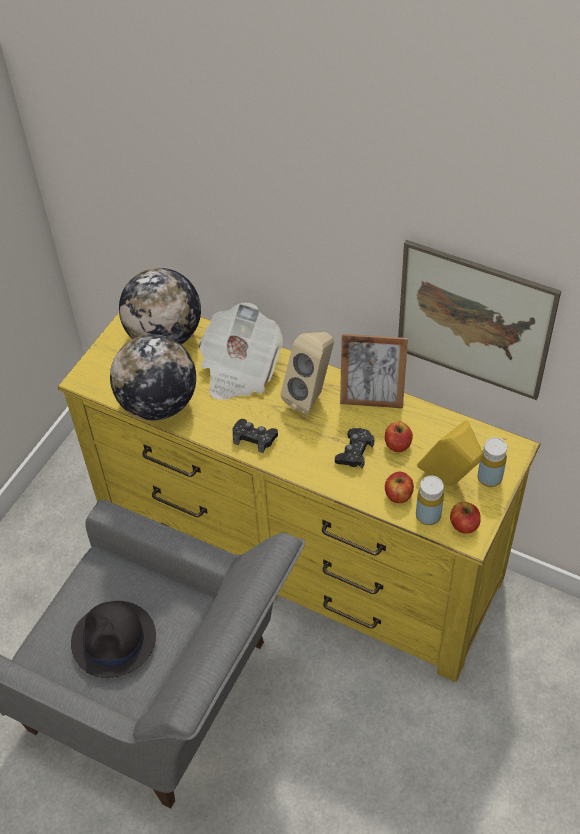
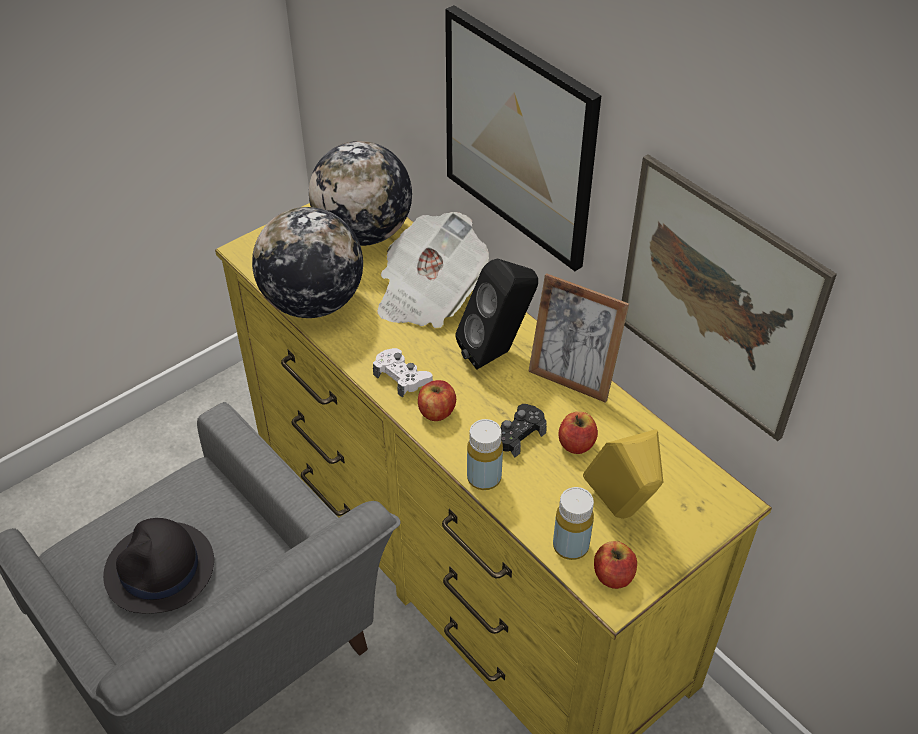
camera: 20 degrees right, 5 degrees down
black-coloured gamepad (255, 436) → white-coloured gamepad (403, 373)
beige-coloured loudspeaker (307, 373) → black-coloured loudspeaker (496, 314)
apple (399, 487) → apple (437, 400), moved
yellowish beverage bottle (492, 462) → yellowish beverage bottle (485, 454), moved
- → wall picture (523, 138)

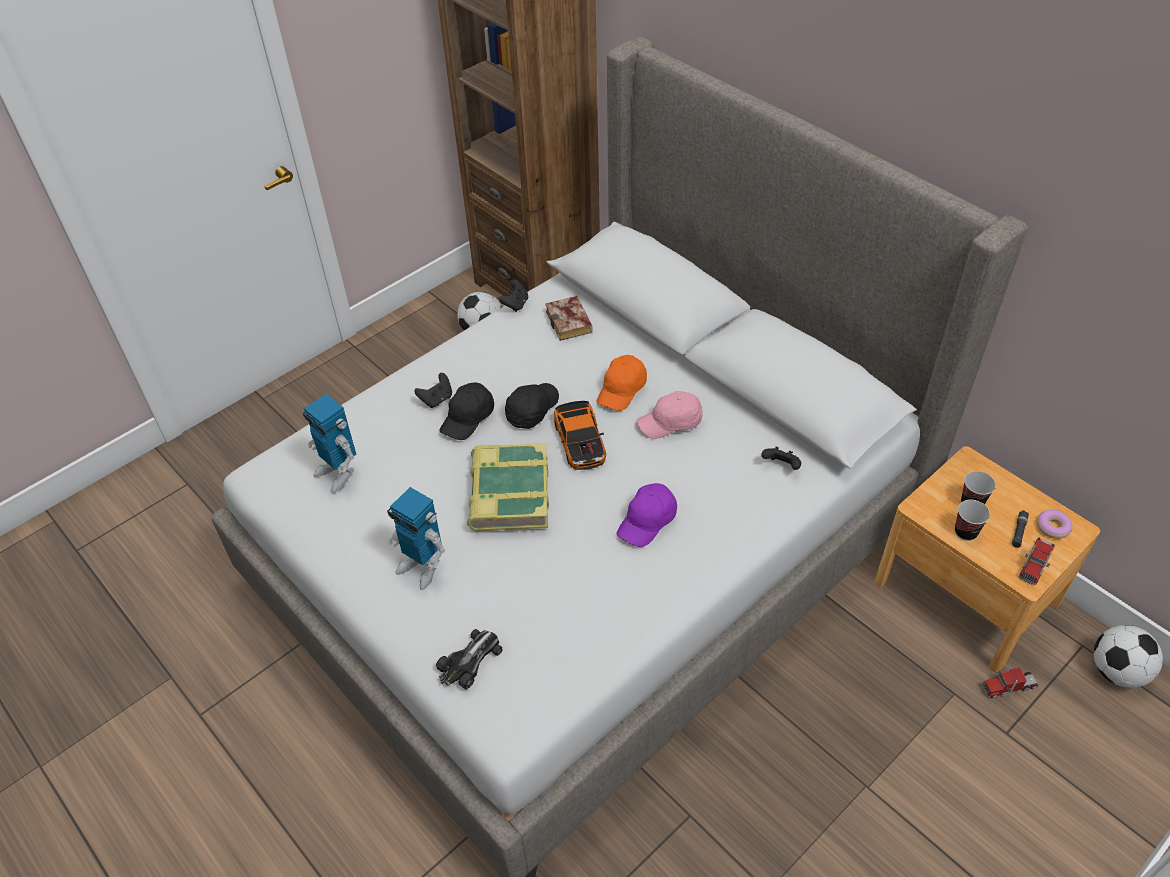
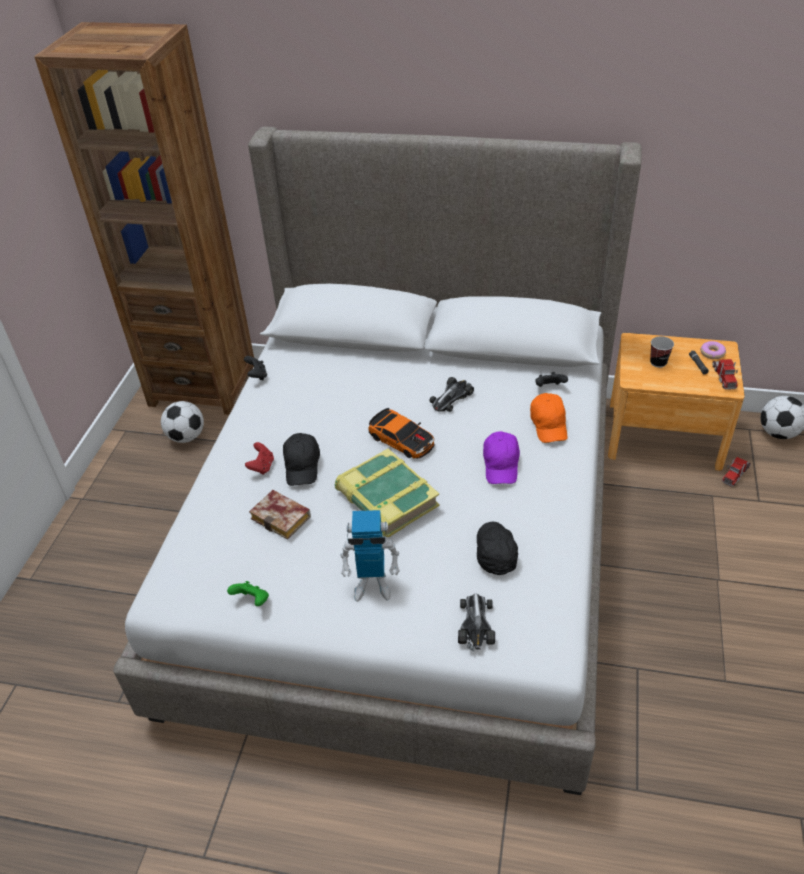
camera: 35 degrees left, 5 degrees down
robot figure (329, 443) → -
black-coloured gamepad (433, 390) → reddish gamepad (259, 458)
black-coloured peaked cap (532, 406) → black-coloured peaked cap (497, 548), moved
bound book (569, 318) → bound book (280, 515), moved
orangey peaked cap (622, 383) → orangey peaked cap (548, 418), moved
pink peaked cap (669, 415) → model car (452, 394)
small cup (972, 520) → -
- → greenish gamepad (248, 593)

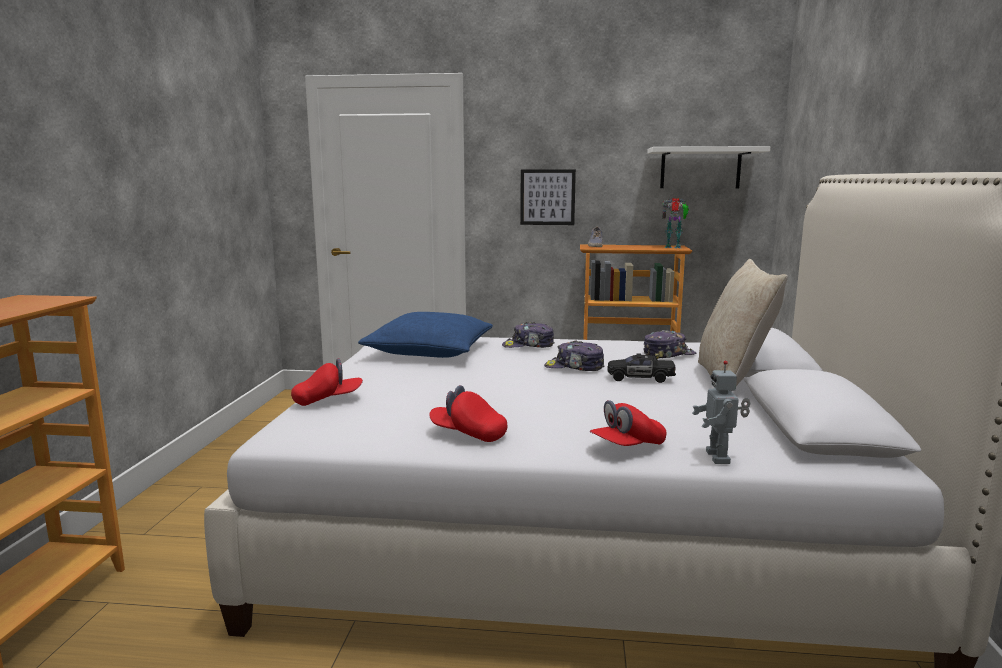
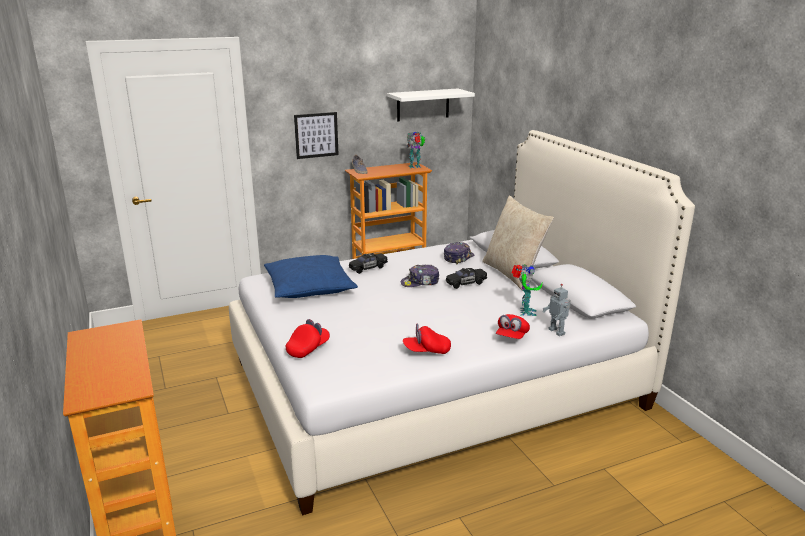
camera: 30 degrees left, 10 degrees up
peaked cap (528, 335) → black-coloured model car (368, 263)
- → robot figure (527, 290)

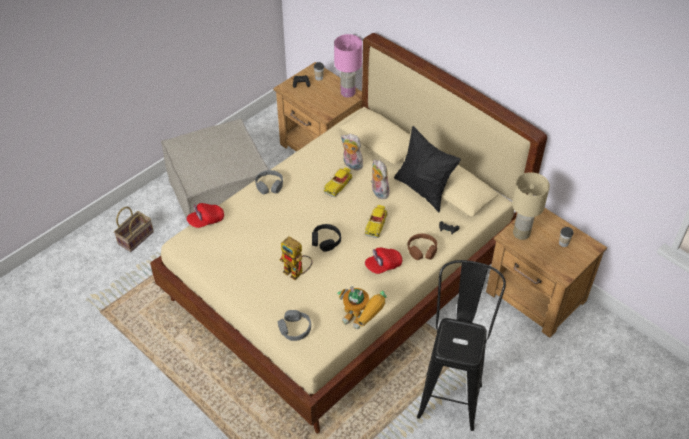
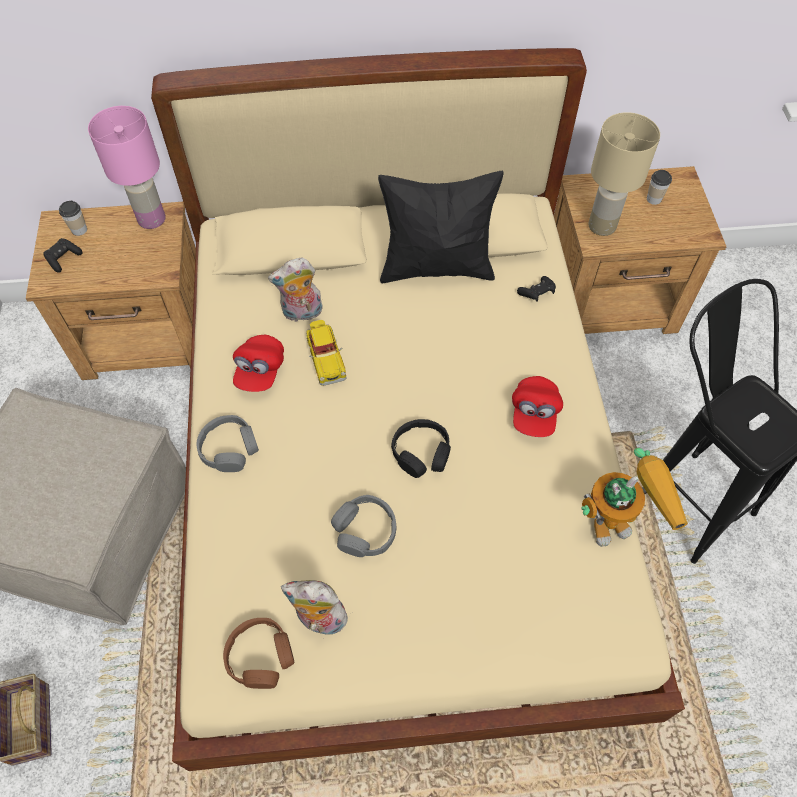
camera: 50 degrees left, 10 degrees up
reddish peaked cap (205, 215) → reddish peaked cap (258, 363), moved
greyish headset (294, 325) → greyish headset (363, 526), moved
robot figure (296, 258) → -
model car (376, 221) → -
soft toy (380, 179) → soft toy (314, 607), moved
brown-coloured headset (422, 247) → brown-coloured headset (259, 653), moved

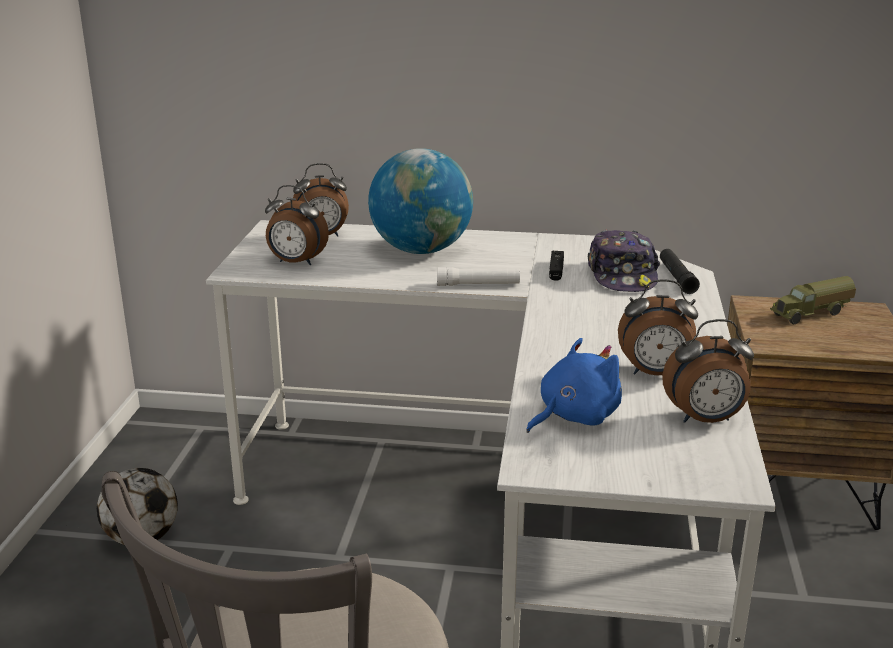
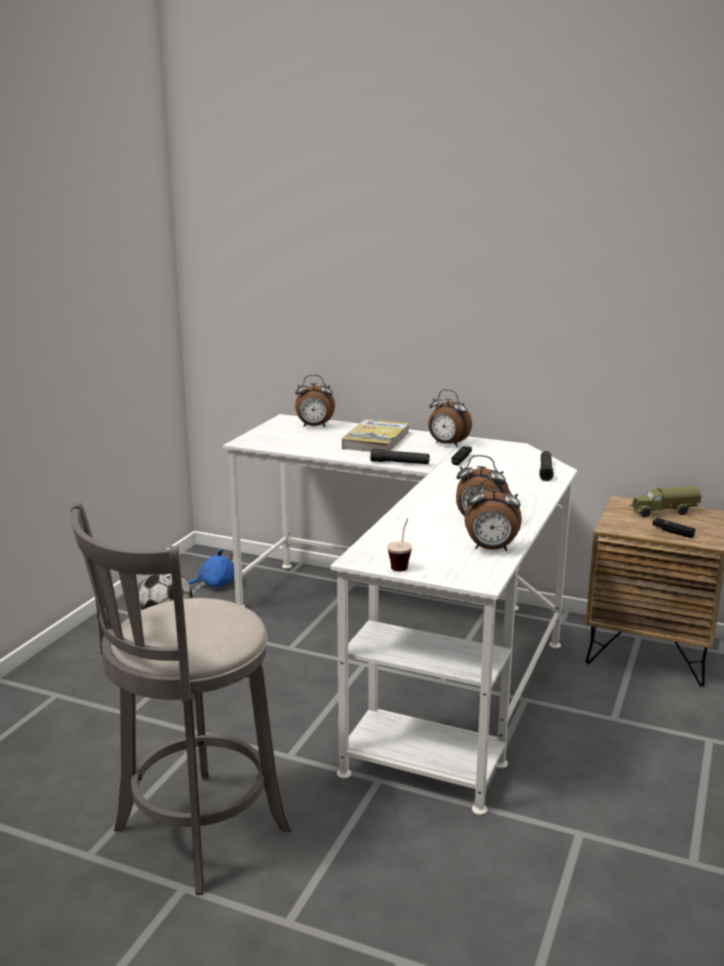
camera: 15 degrees right, 5 degrees down
alarm clock (297, 225) → alarm clock (450, 418), moved
globe (420, 201) → bound book (376, 435)
white-coloured torch (478, 276) → black-coloured torch (400, 456)
blue soft toy (574, 385) → blue soft toy (211, 568), moved
peaked cap (624, 260) → -
- → small cup (399, 544)
- → black-coloured gamepad (673, 528)

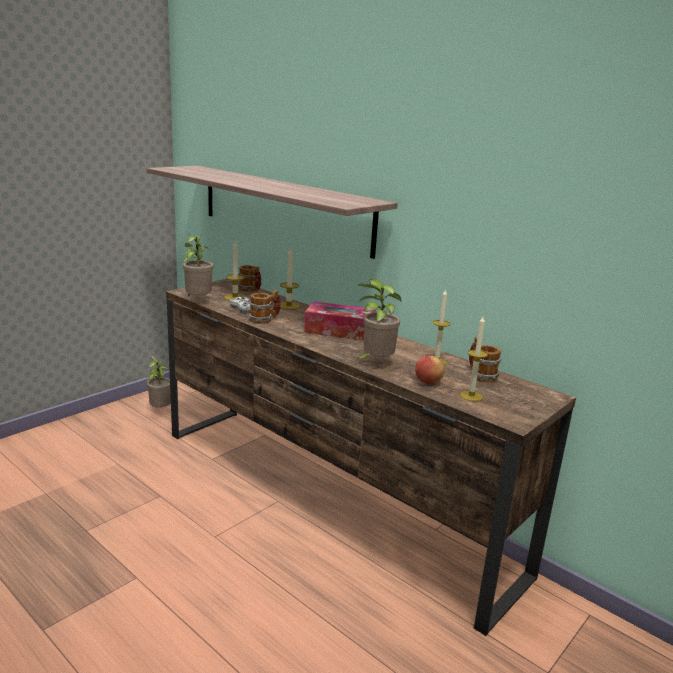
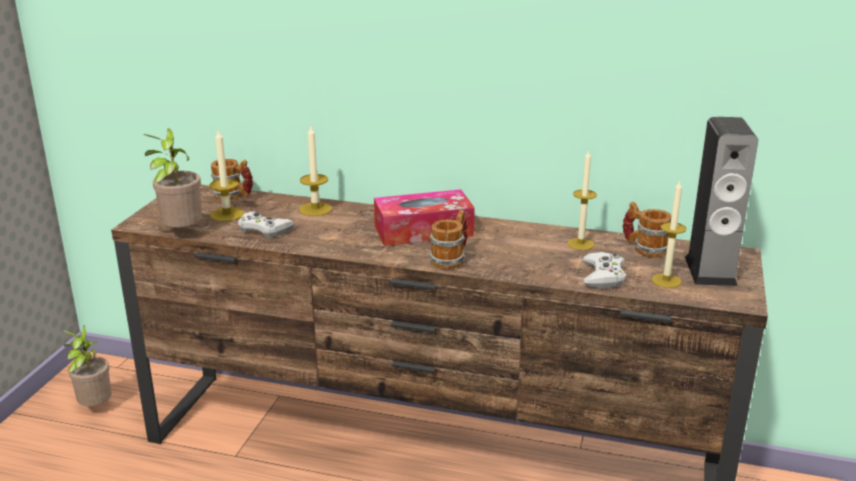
camera: 25 degrees left, 5 degrees up
bracket shelf (272, 212) → -
coffee mug (265, 306) → coffee mug (448, 239), moved
plant in a pot (378, 320) → -
apple (430, 369) → white-coloured gamepad (604, 270)
- → loudspeaker (721, 201)

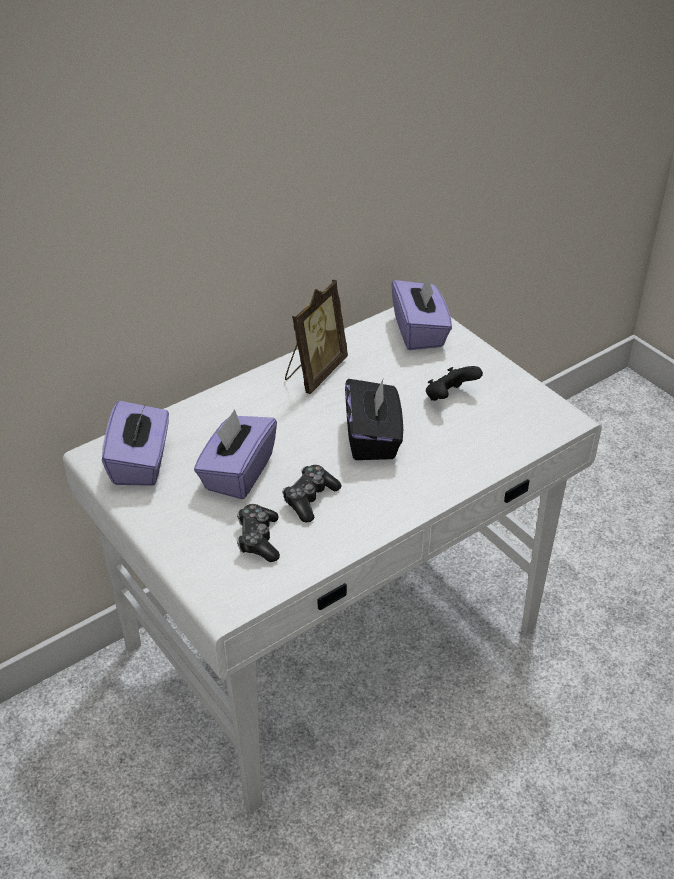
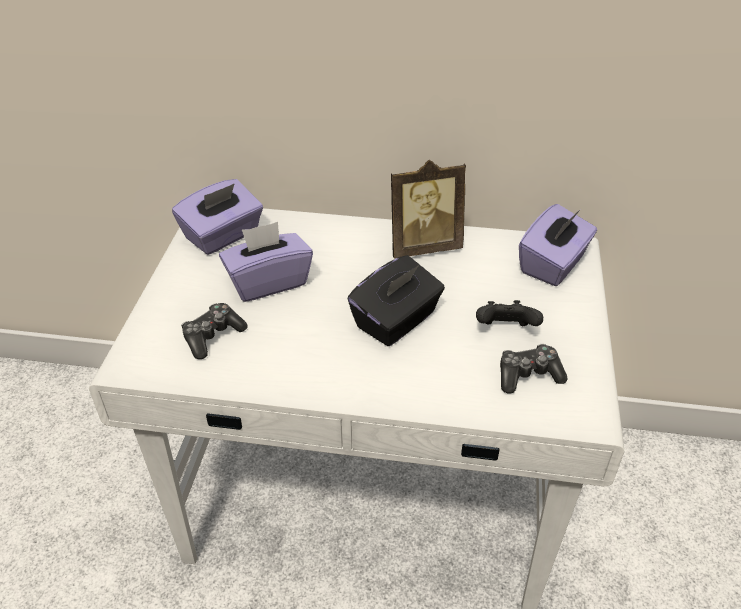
camera: 45 degrees right, 0 degrees up
gamepad (312, 493) → gamepad (533, 369), moved

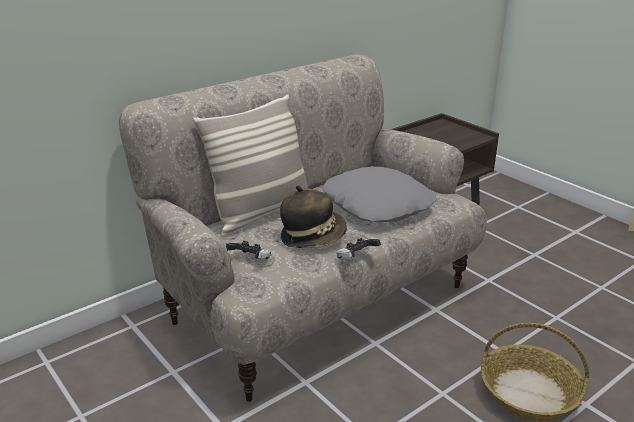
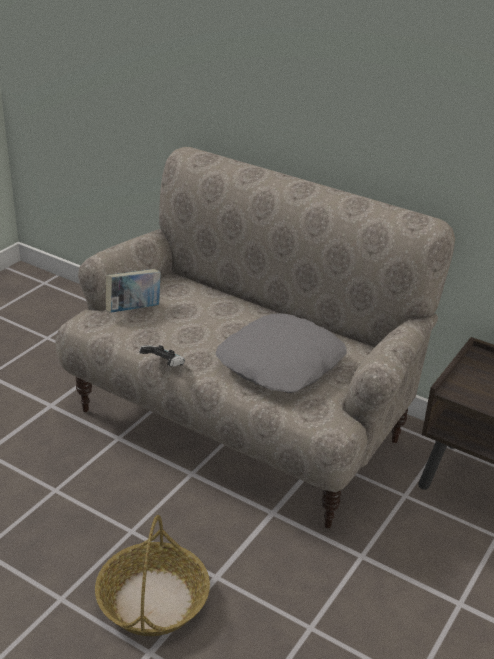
camera: 70 degrees right, 5 degrees up
throw pillow (250, 166) → -
gamepad (248, 250) → bound book (133, 291)
hat (313, 216) → -

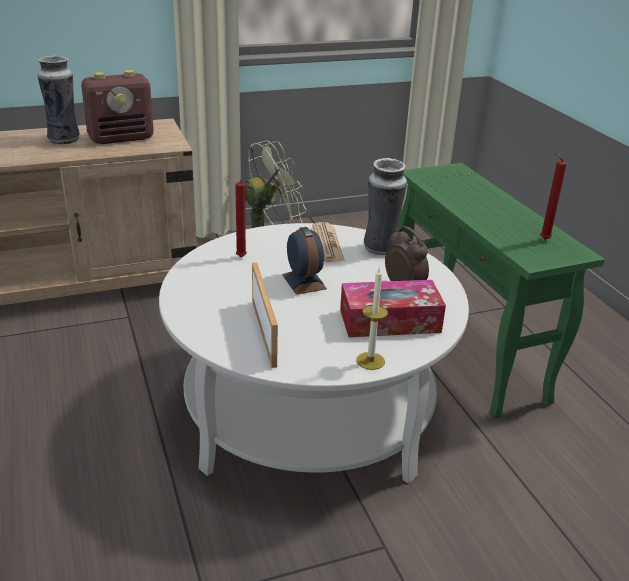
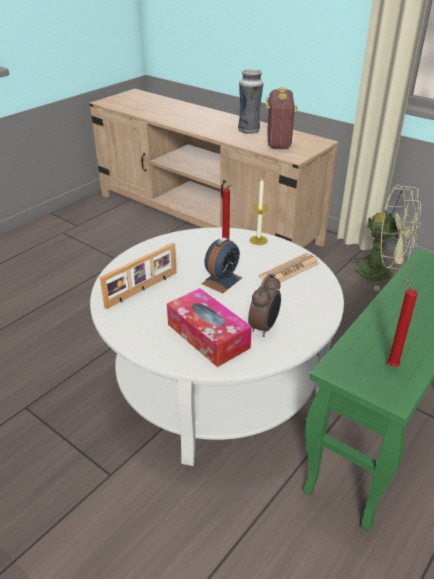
camera: 60 degrees right, 5 degrees up
radio set (117, 107) → radio set (281, 118), 120 degrees counterclockwise
candle (372, 318) → candle (259, 212), moved
flower vase (385, 206) → -

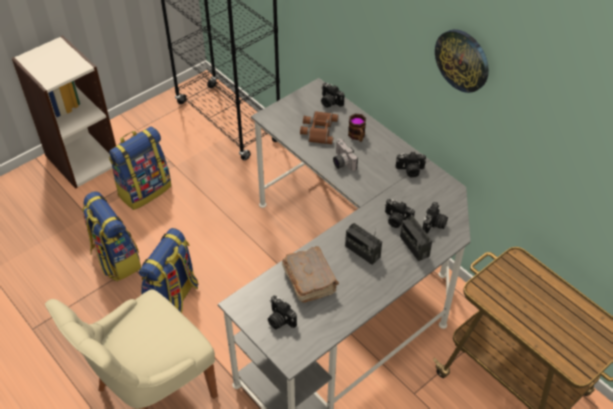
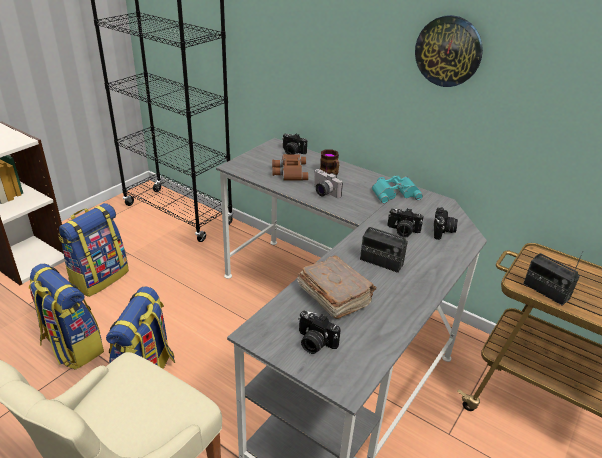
camera: 15 degrees left, 15 degrees down
photo camera (411, 165) → blue-green pair of binoculars (397, 189)
radio set (416, 238) → radio set (553, 278), moved

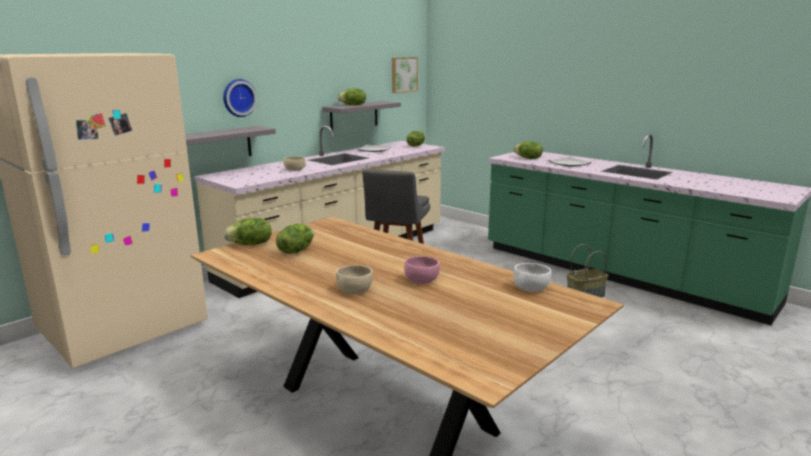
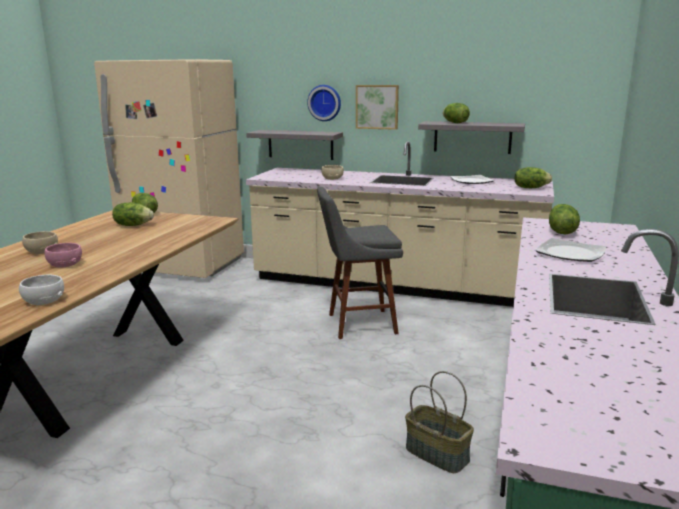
camera: 65 degrees right, 0 degrees up
wall picture (405, 75) → wall picture (377, 107), moved

